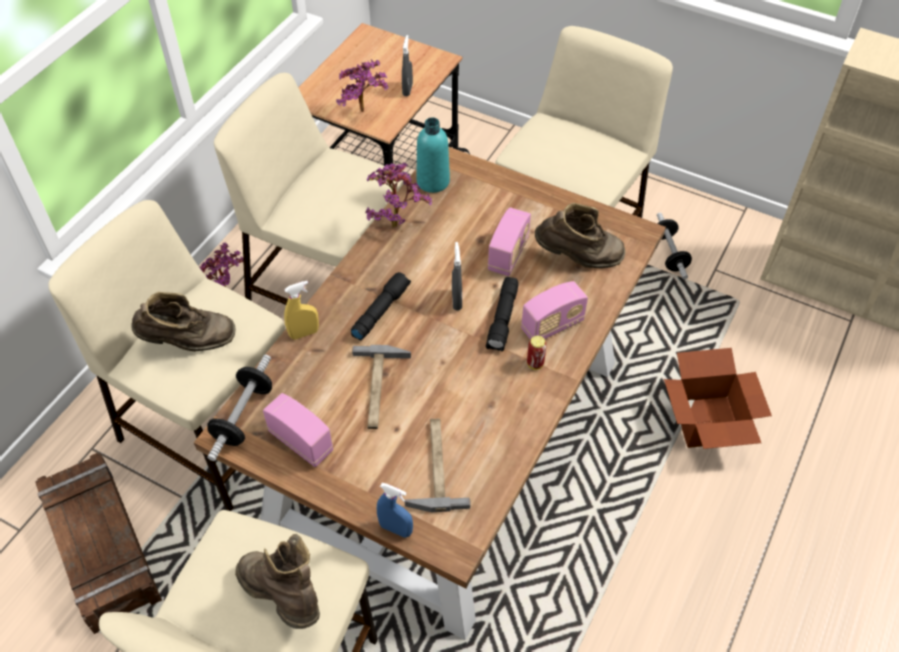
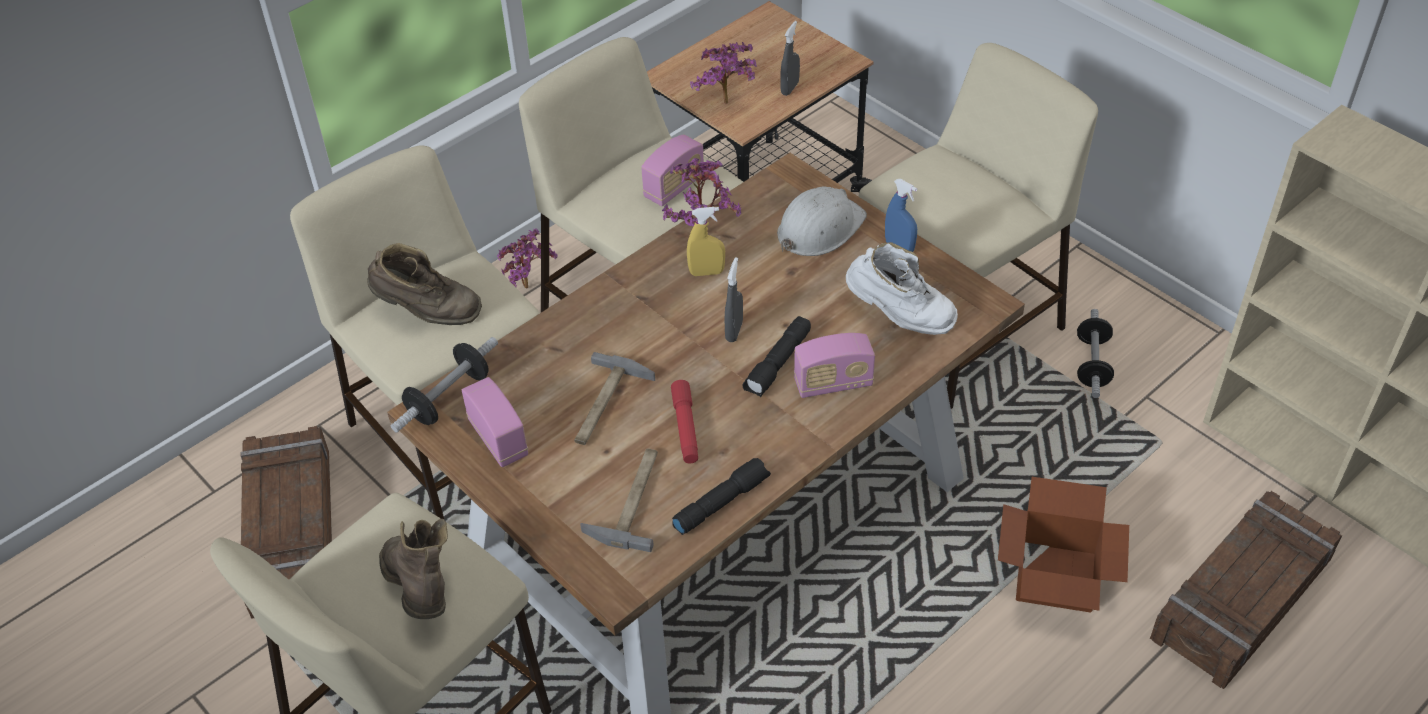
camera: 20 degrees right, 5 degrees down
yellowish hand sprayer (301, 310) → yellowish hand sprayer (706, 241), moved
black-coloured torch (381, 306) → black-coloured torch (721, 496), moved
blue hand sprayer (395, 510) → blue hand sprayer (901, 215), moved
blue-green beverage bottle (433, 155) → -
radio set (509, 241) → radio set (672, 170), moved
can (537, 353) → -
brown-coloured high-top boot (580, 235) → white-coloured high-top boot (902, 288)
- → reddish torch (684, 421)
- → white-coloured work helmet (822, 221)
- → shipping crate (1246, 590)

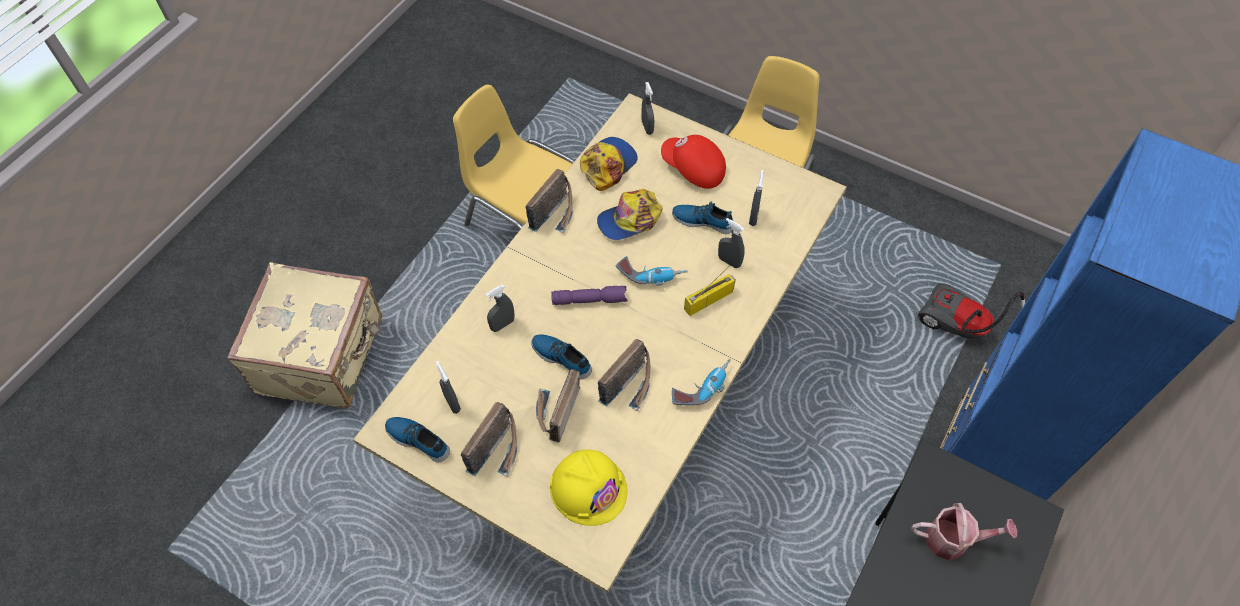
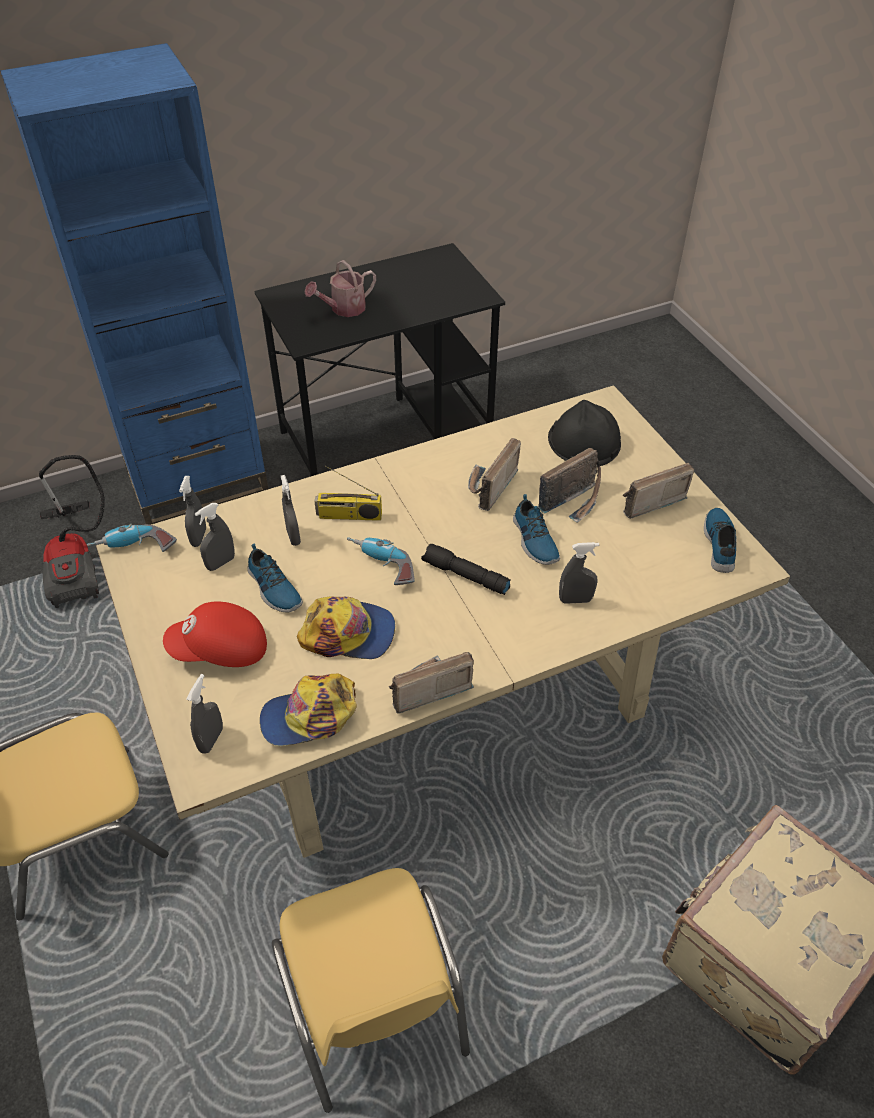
camera: 145 degrees left, 10 degrees down
item of footwear (417, 440) → item of footwear (720, 540), 150 degrees counterclockwise
greyish hand sprayer (448, 387) → greyish hand sprayer (192, 511), moved
yellowish work helmet (588, 487) → black-coloured work helmet (584, 433)
purplish torch (589, 295) → black-coloured torch (466, 569)
radio set (624, 375) → radio set (494, 474), 45 degrees counterclockwise
reddish peaked cap (693, 162) → reddish peaked cap (215, 634), 105 degrees clockwise
drill (701, 382) → drill (132, 538), moved
watering can (964, 531) → watering can (340, 288), 75 degrees counterclockwise

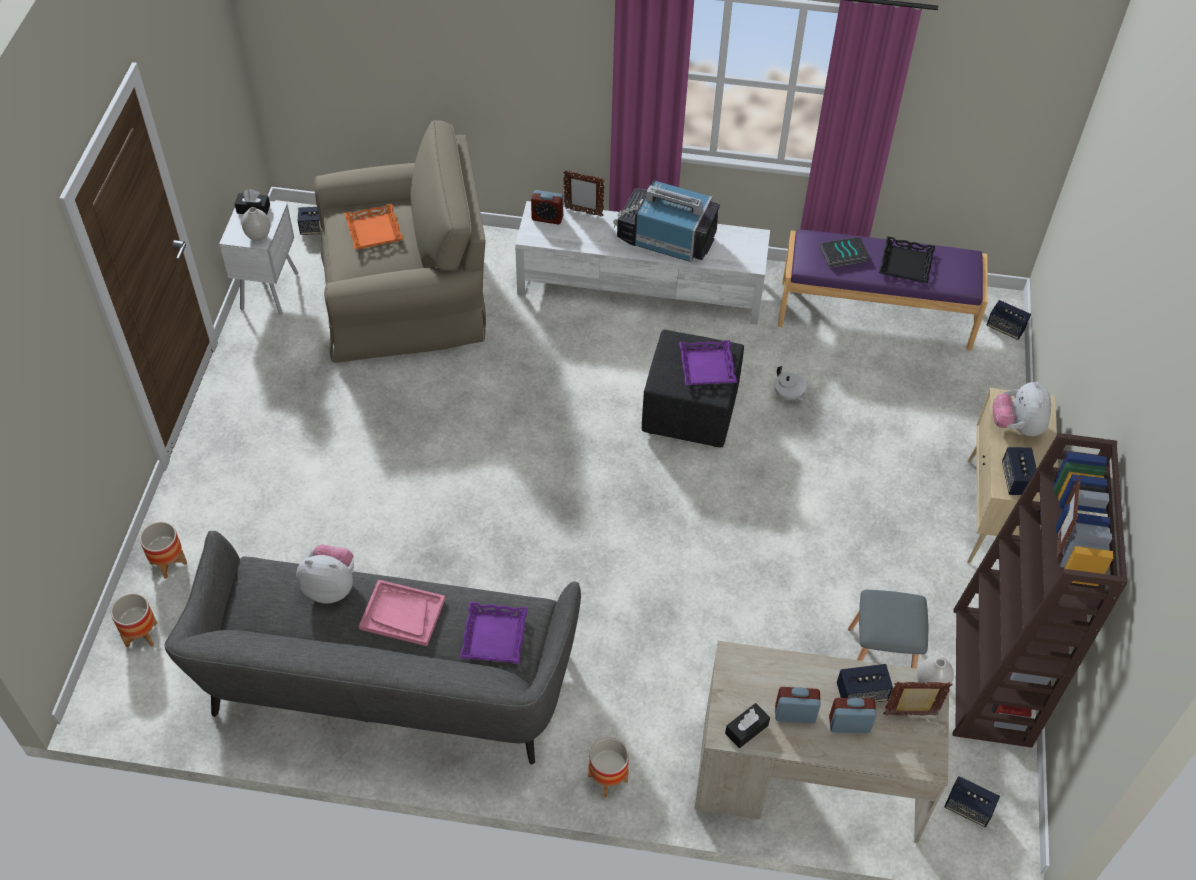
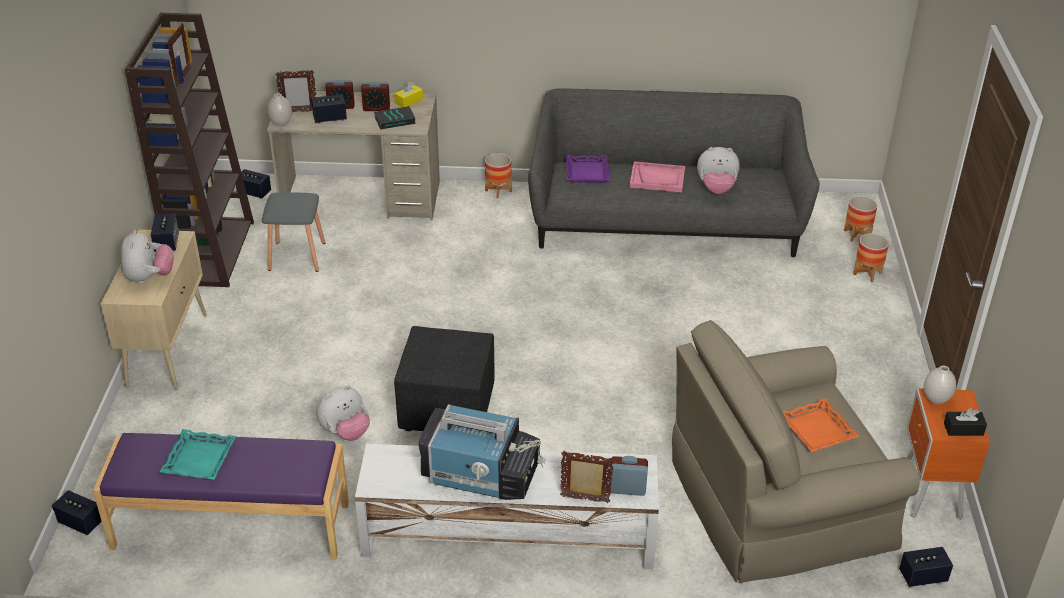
camera: 175 degrees right, 15 degrees down
white-coloured nightstand (258, 258) → orangey nightstand (948, 454)
purplish serving tray (708, 362) → -
black-coloured tissue holder (747, 725) → yellowish tissue holder (408, 94)
white-coloured tea pot (790, 384) → soft toy (343, 413)
bound book (844, 252) → bound book (394, 118), moved
black-coloured serving tray (907, 259) → blue-green serving tray (197, 454)

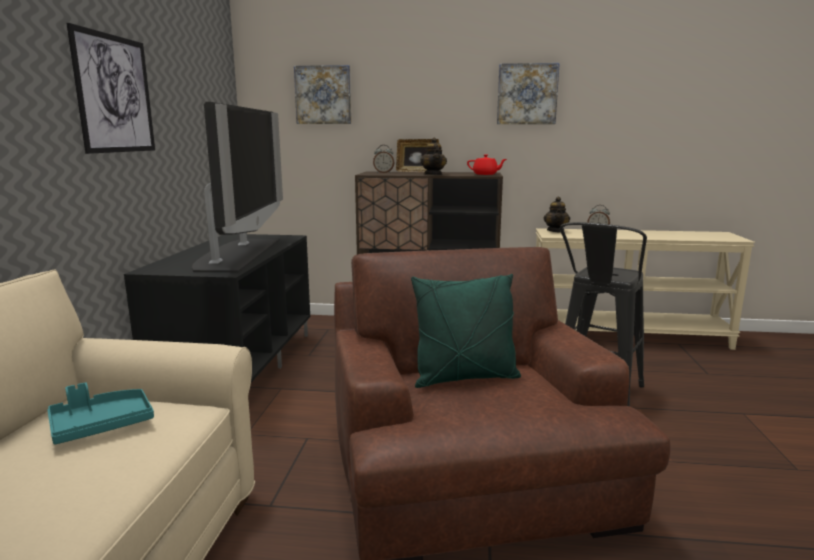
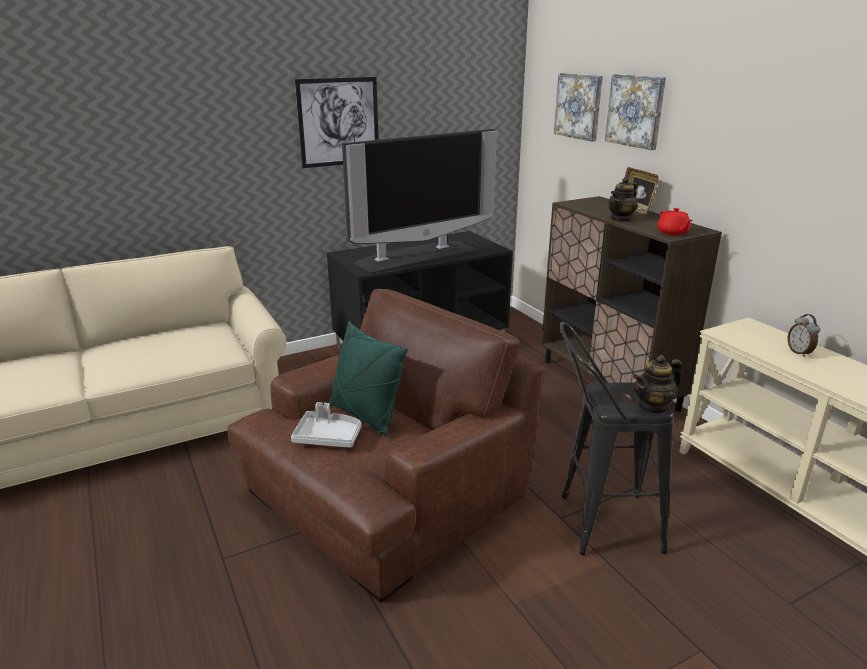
camera: 55 degrees right, 10 degrees up
blue-green serving tray (100, 413) → -
alarm clock (383, 159) → -
wall picture (528, 93) → wall picture (635, 112), moved
tea pot (556, 215) → tea pot (657, 384), moved
- → greyish serving tray (326, 425)

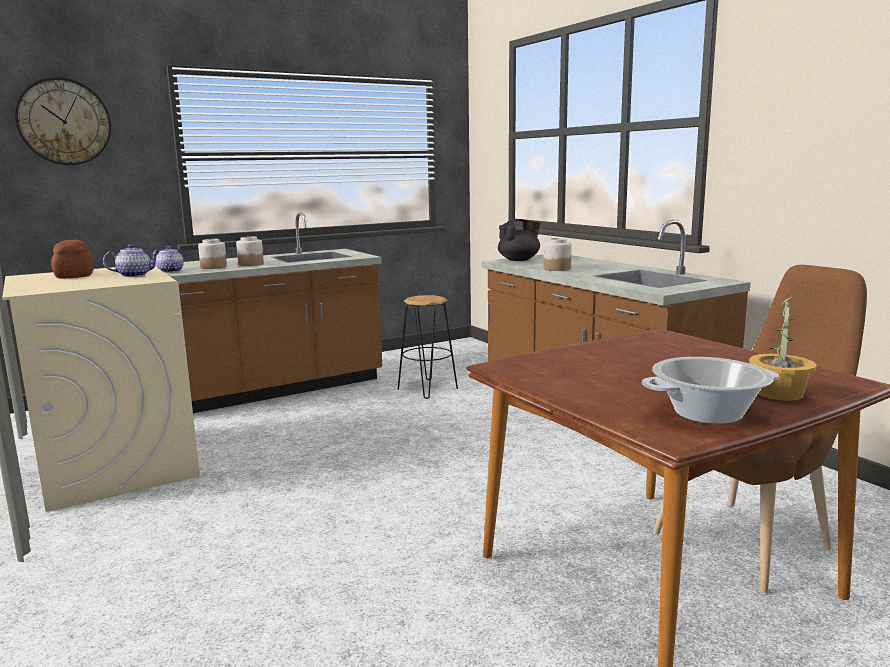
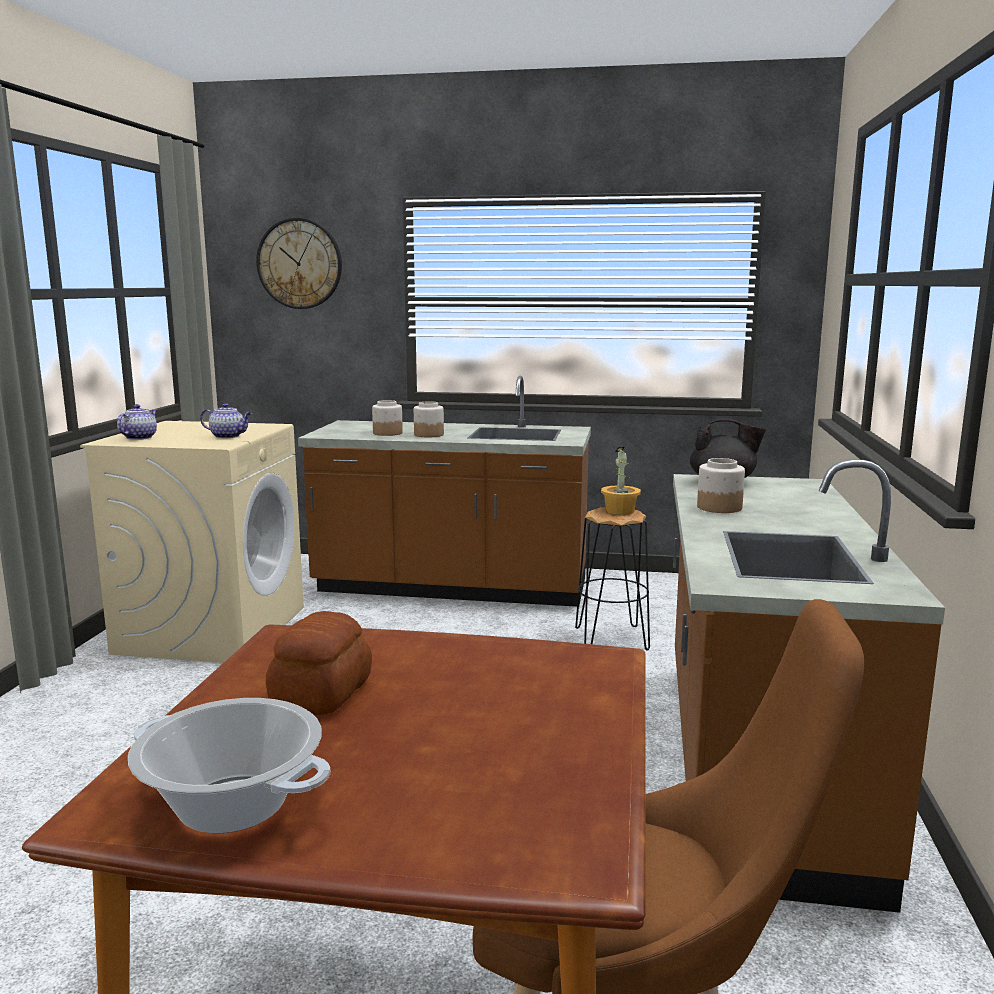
camera: 40 degrees right, 0 degrees up
bakery bread (72, 259) → bakery bread (319, 663), moved
tea pot (170, 259) → tea pot (137, 422), moved
plant in a pot (783, 348) → plant in a pot (621, 481), moved

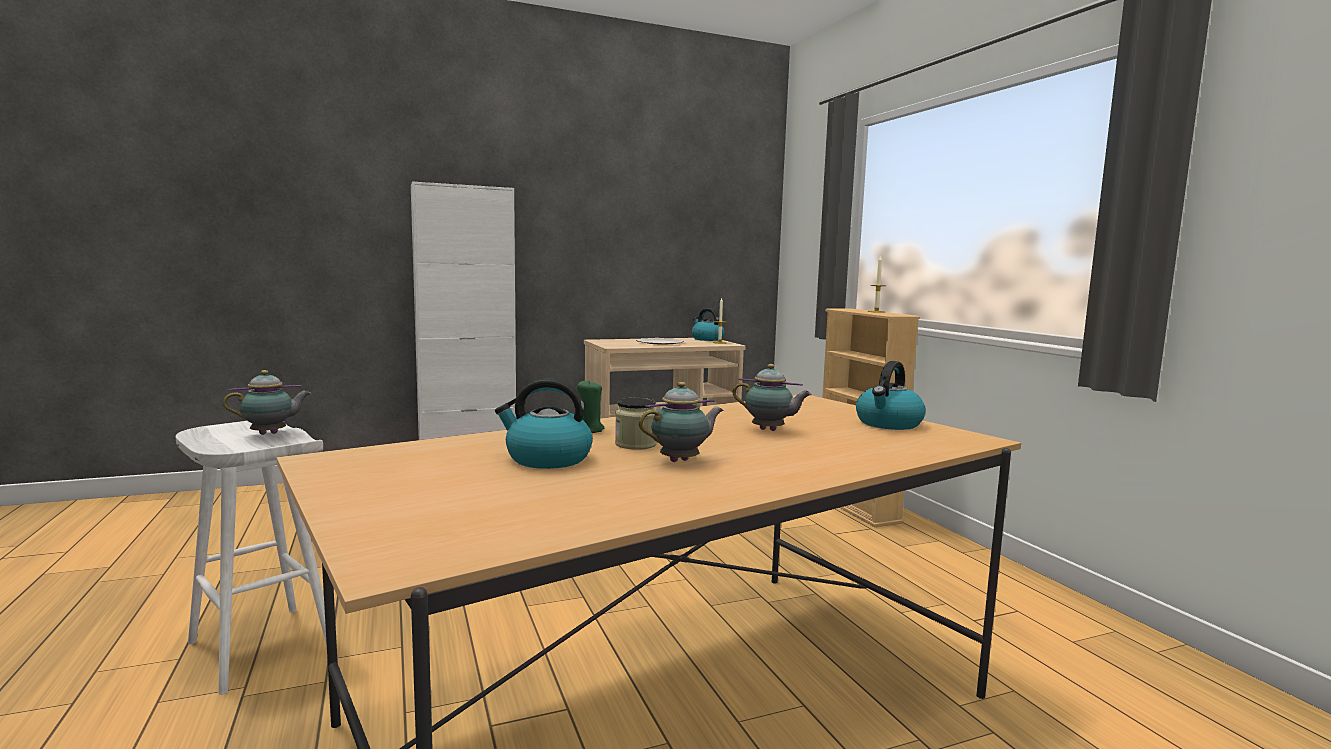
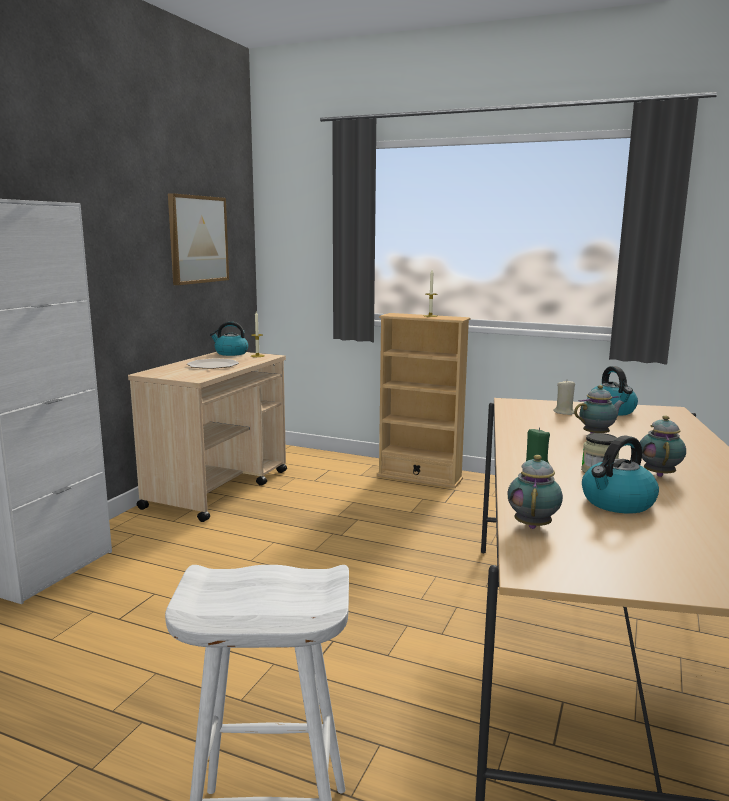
camera: 45 degrees left, 5 degrees up
tea pot (267, 402) → tea pot (535, 492), moved
- → wall picture (198, 239)
- → beige-coloured candle (564, 398)

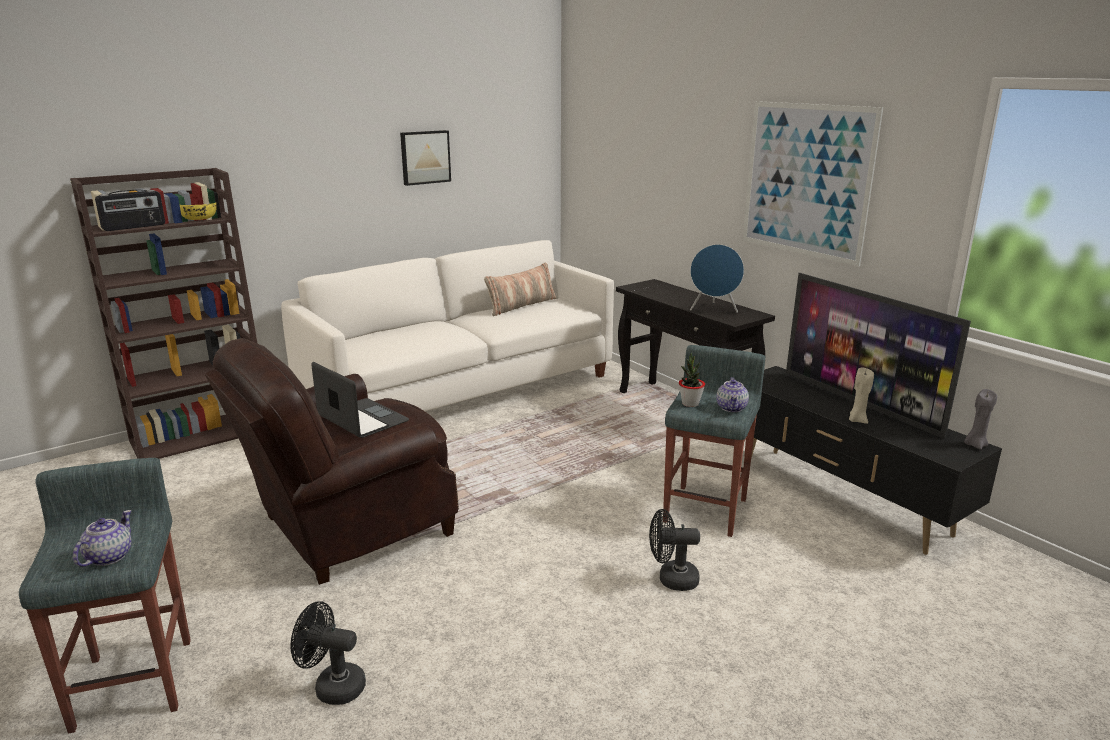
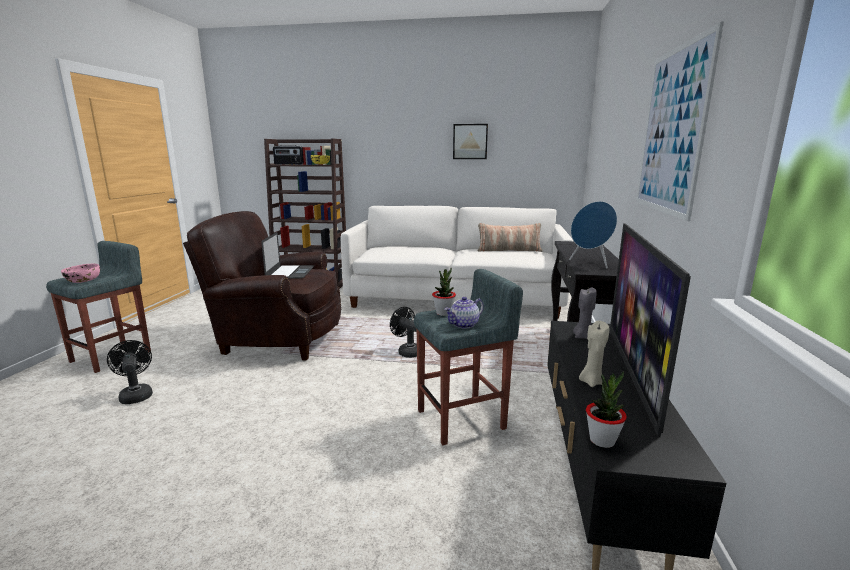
camera: 45 degrees right, 5 degrees down
tea pot (102, 538) → pink bowl (80, 273)
black-coloured electric fan (674, 550) → black-coloured electric fan (403, 332), moved
greyish candle (980, 419) → greyish candle (585, 313), moved
- → plant in a pot (606, 410)

